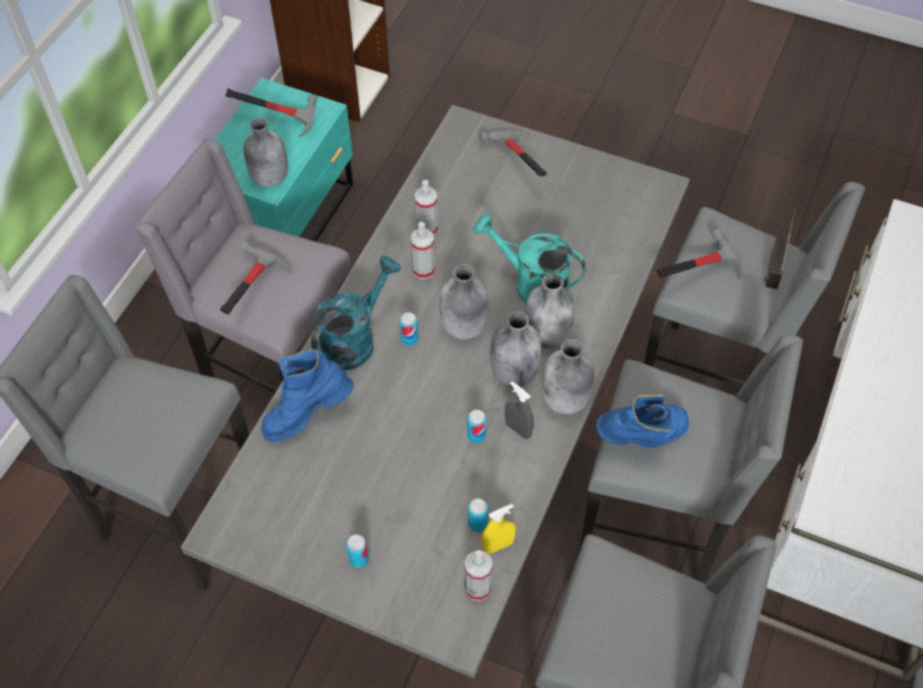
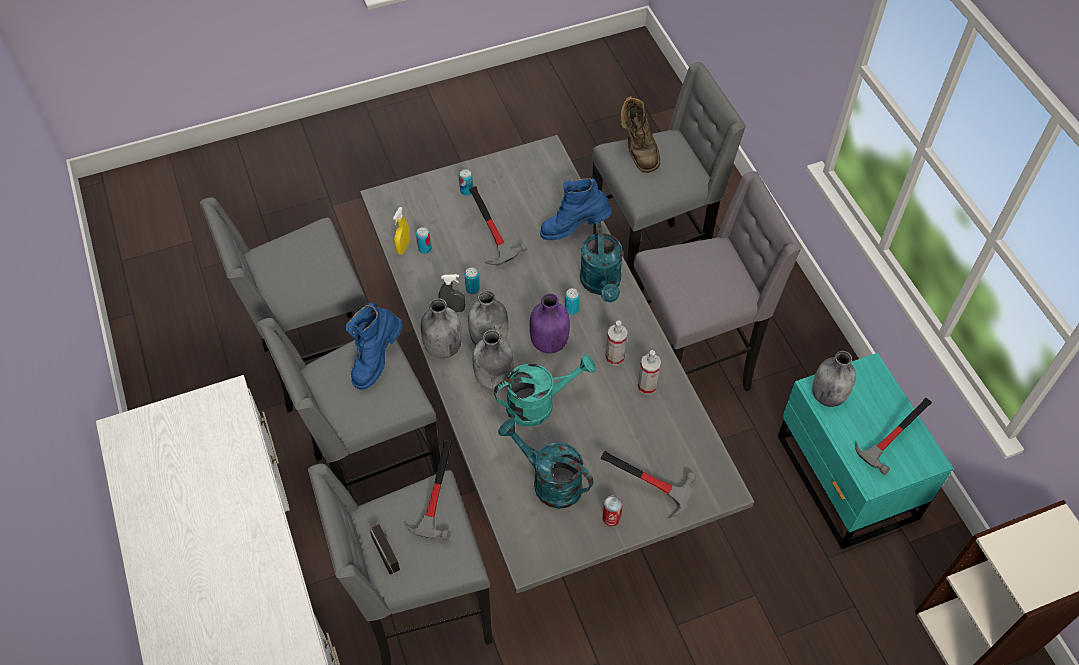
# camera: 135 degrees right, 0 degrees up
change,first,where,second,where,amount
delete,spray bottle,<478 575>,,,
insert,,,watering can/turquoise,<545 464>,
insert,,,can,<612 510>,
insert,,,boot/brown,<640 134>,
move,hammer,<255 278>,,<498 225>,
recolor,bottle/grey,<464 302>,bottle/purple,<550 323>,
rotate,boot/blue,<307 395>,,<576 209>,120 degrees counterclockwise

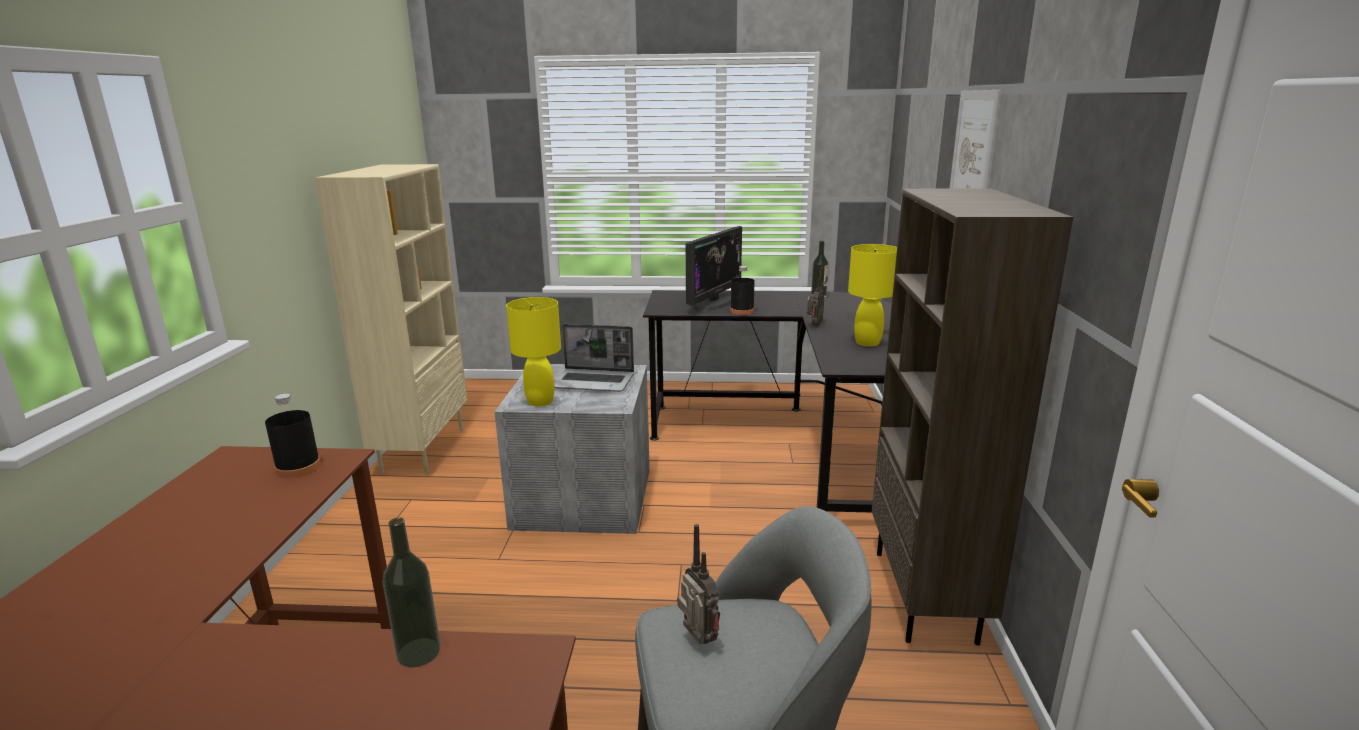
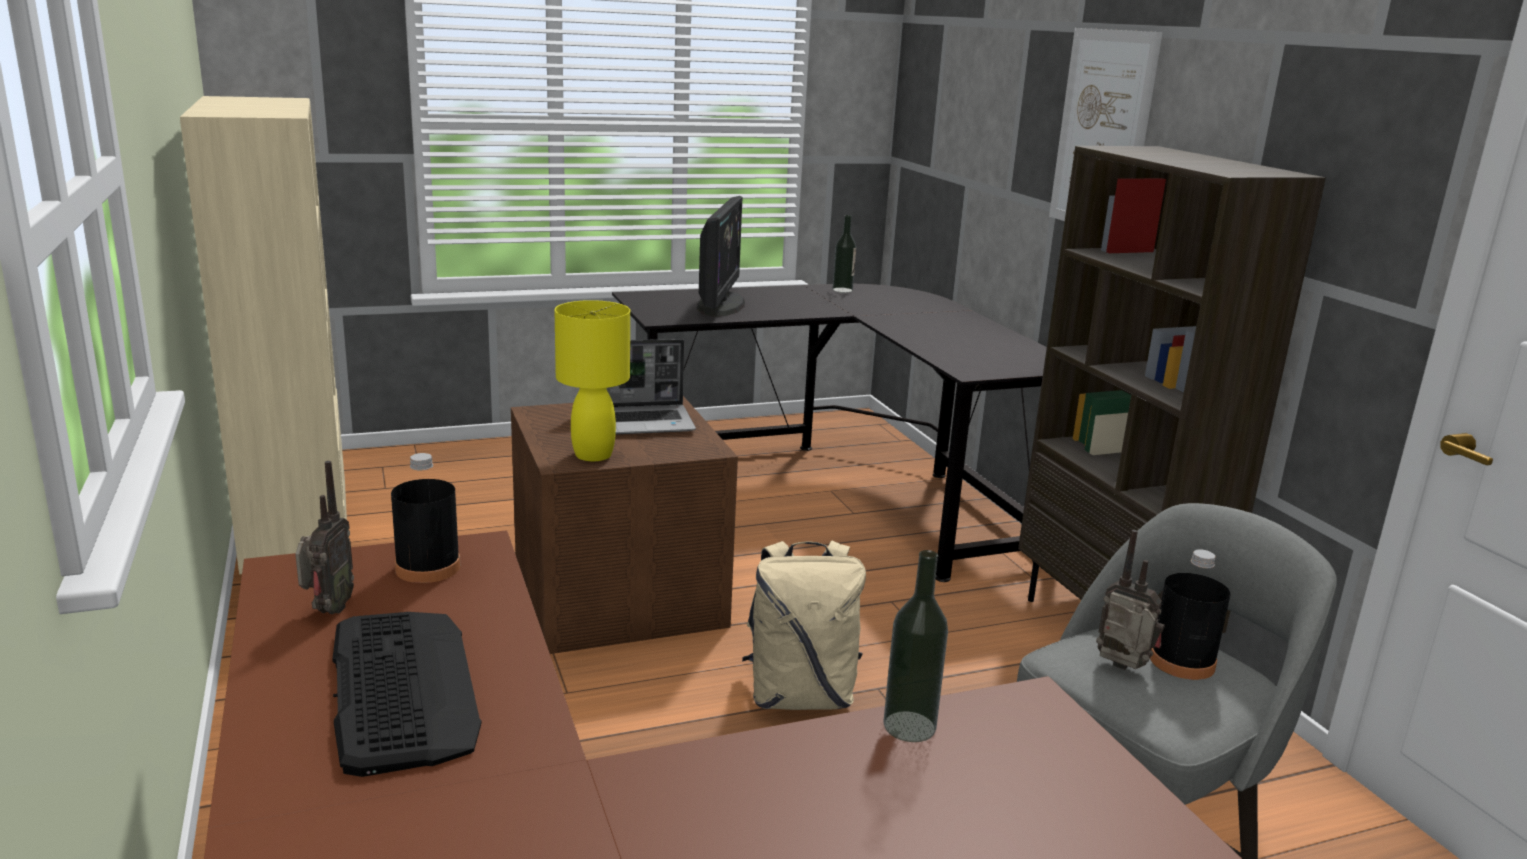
# camera: 25 degrees left, 0 degrees up
change,first,where,second,where,amount
delete,table lamp/yellow,<872 295>,,,
insert,,,keyboard,<407 694>,
insert,,,backpack/beige,<804 625>,
move,bottle/black,<742 290>,,<1190 614>,
move,radio,<816 296>,,<324 537>,
recolor,storage box/grey,<572 449>,storage box/brown,<624 525>,

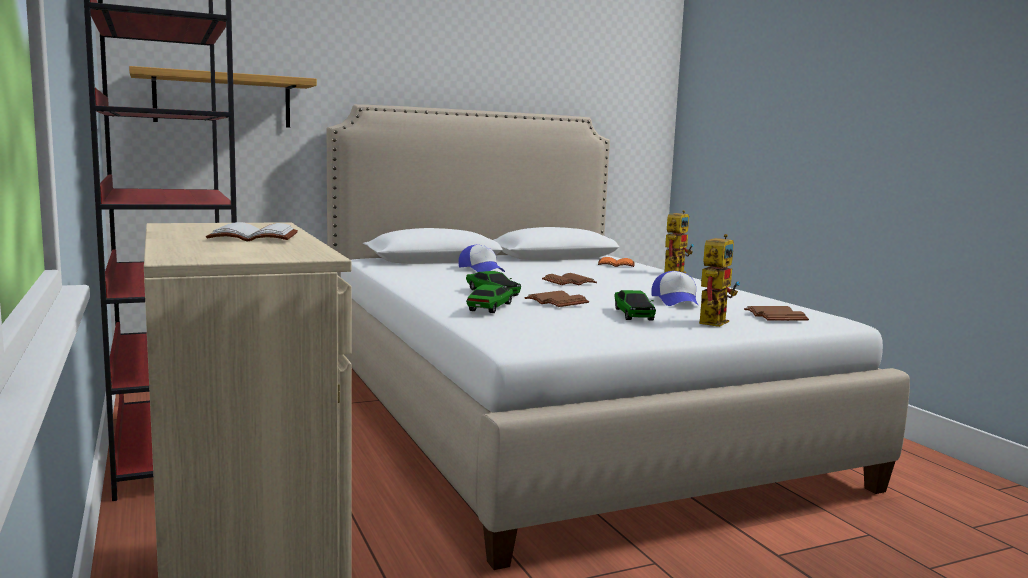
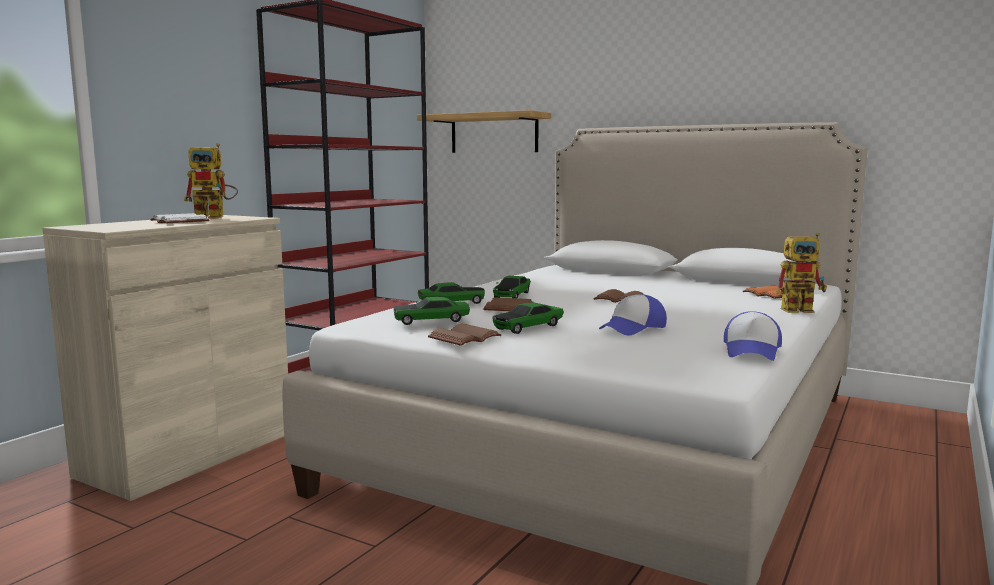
# camera: 55 degrees right, 0 degrees up
change,first,where,second,where,amount
insert,,,toy car,<431 311>,
move,cap,<481 258>,,<753 336>,
move,toy robot,<719 280>,,<211 181>,
move,book/brown,<776 313>,,<465 335>,

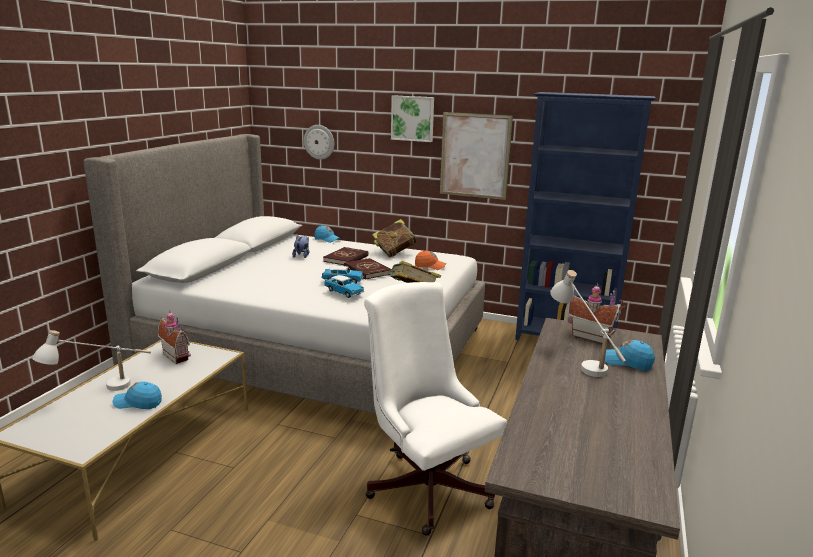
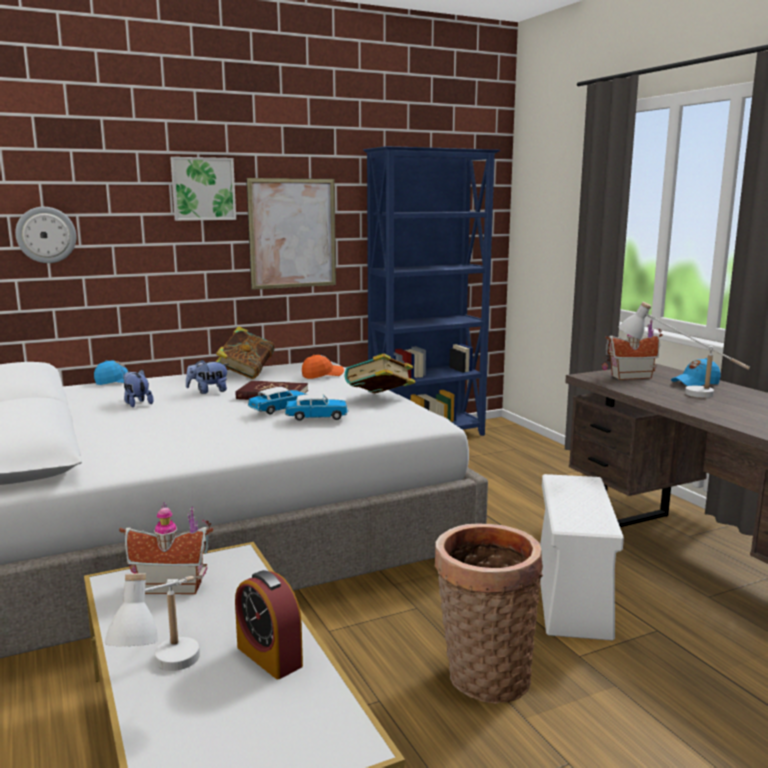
# camera: 45 degrees left, 5 degrees down
change,first,where,second,where,amount
insert,,,basket,<489 614>,
replace,cap/blue,<137 395>,alarm clock,<269 624>,
replace,book/red,<346 256>,plush toy,<207 377>,
replace,office chair/white,<435 409>,storage box/white,<582 557>,

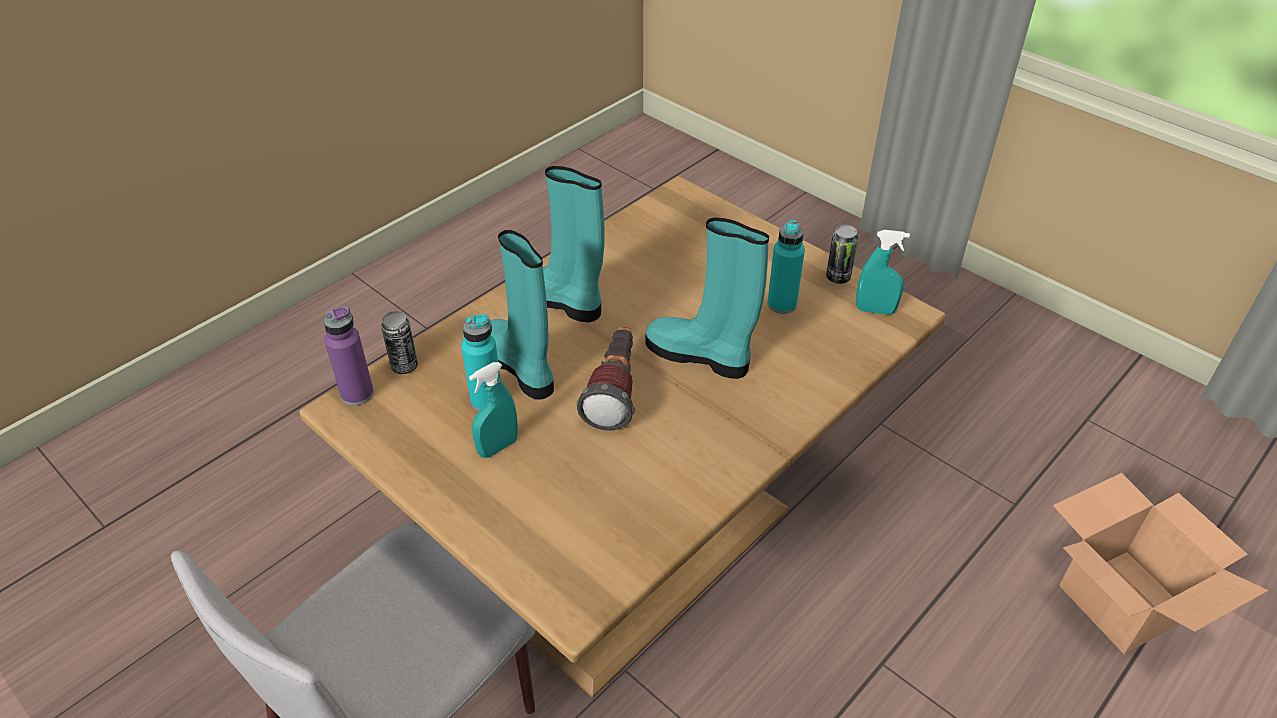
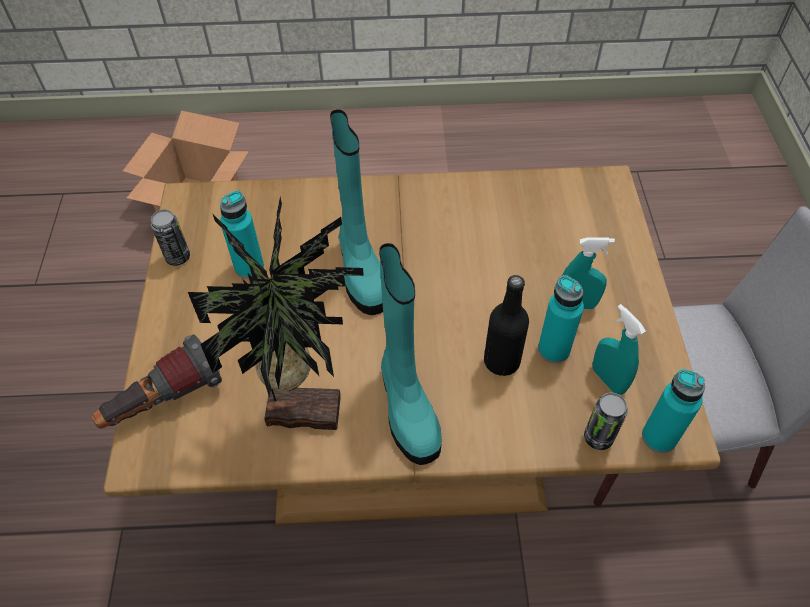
# camera: 135 degrees left, 10 degrees up
change,first,where,second,where,amount
insert,,,potted plant,<276 313>,
move,flashlight,<605 378>,,<157 382>,
move,spray bottle/turquoise,<883 272>,,<619 349>,
replace,boot/turquoise,<522 315>,bottle/black,<506 325>,
recolor,bottle/purple,<349 356>,bottle/turquoise,<673 411>,

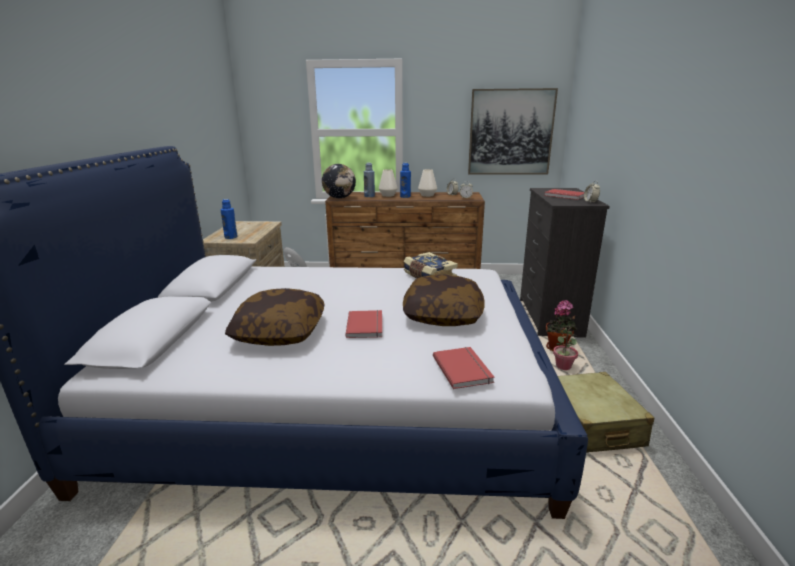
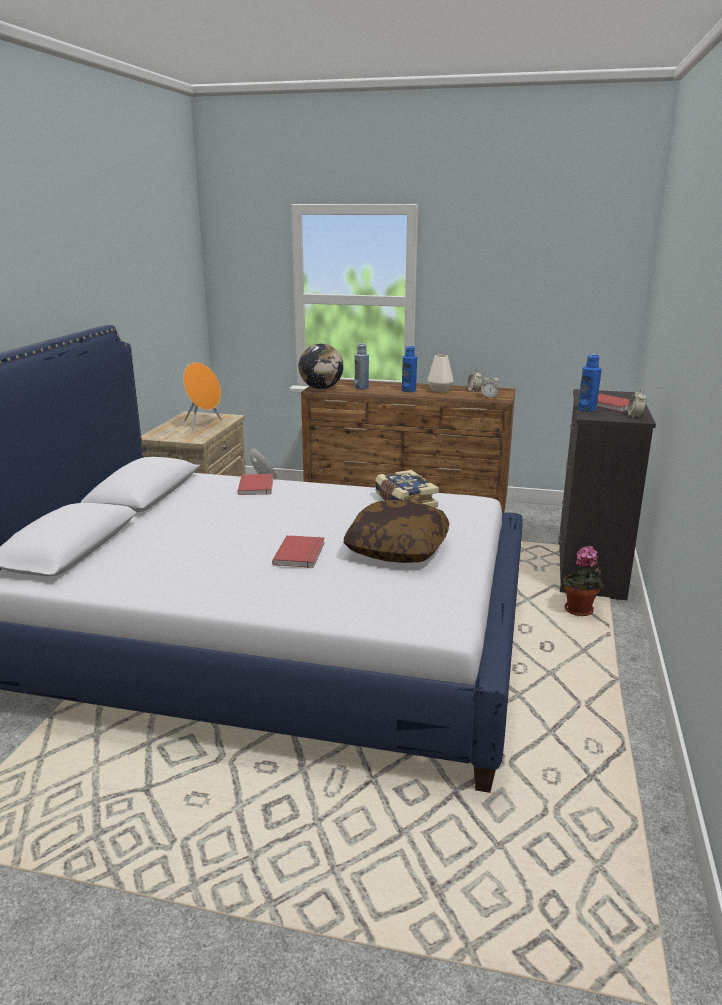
# camera: 10 degrees right, 0 degrees up
change,first,where,second,where,amount
delete,pillow,<275 317>,,,
delete,vase/white,<388 183>,,,
delete,picture,<513 131>,,,
delete,potted plant,<565 348>,,,
delete,suitcase/beige,<606 412>,,,
insert,,,speaker/orange,<202 396>,
move,bottle/blue,<229 219>,,<589 383>,
move,book/red,<464 368>,,<255 484>,

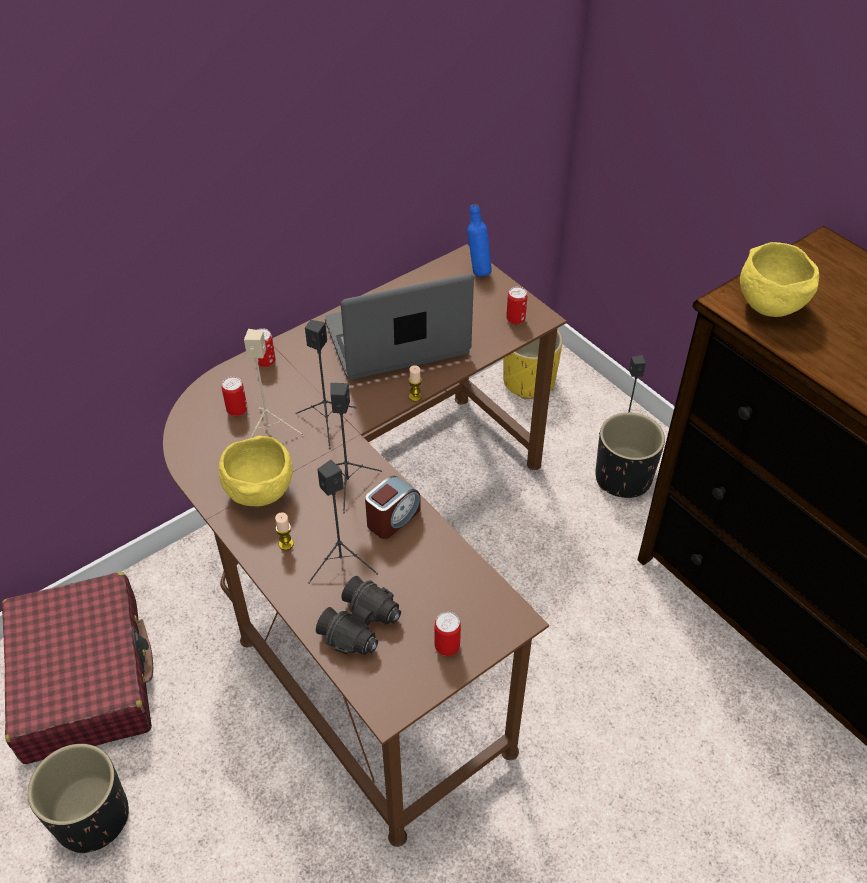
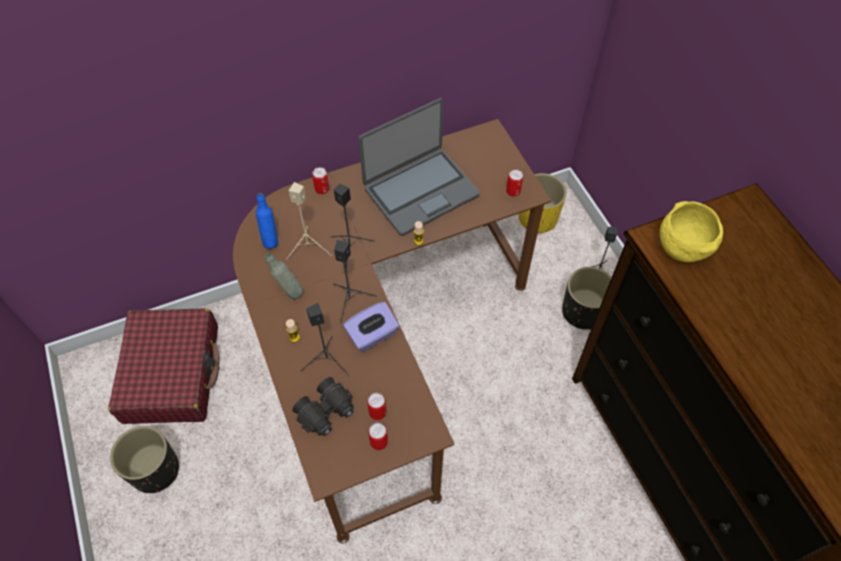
# camera: 15 degrees right, 10 degrees up
change,first,where,second,where,amount
move,can,<234 396>,,<376 406>,
move,bottle/blue,<479 240>,,<267 221>,
replace,bowl/yellow,<255 471>,bottle/grey,<284 276>,
replace,alarm clock,<393 507>,tissue box/purple,<371 327>,
rotate,laptop,<399 327>,,<419 167>,150 degrees clockwise

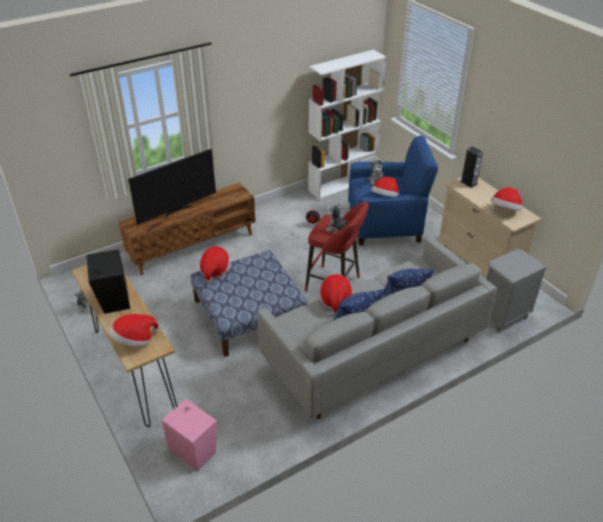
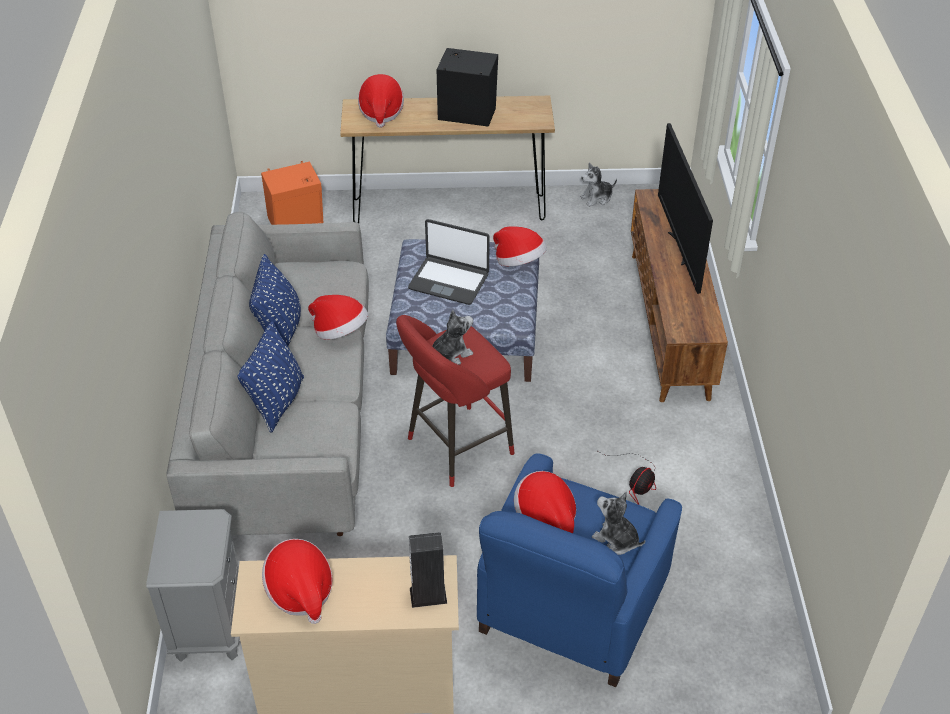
# camera: 120 degrees right, 5 degrees up
change,first,where,second,where,amount
delete,bookcase/white,<347 124>,,,
insert,,,laptop,<449 262>,
recolor,speaker/pink,<189 435>,speaker/orange,<292 193>,

